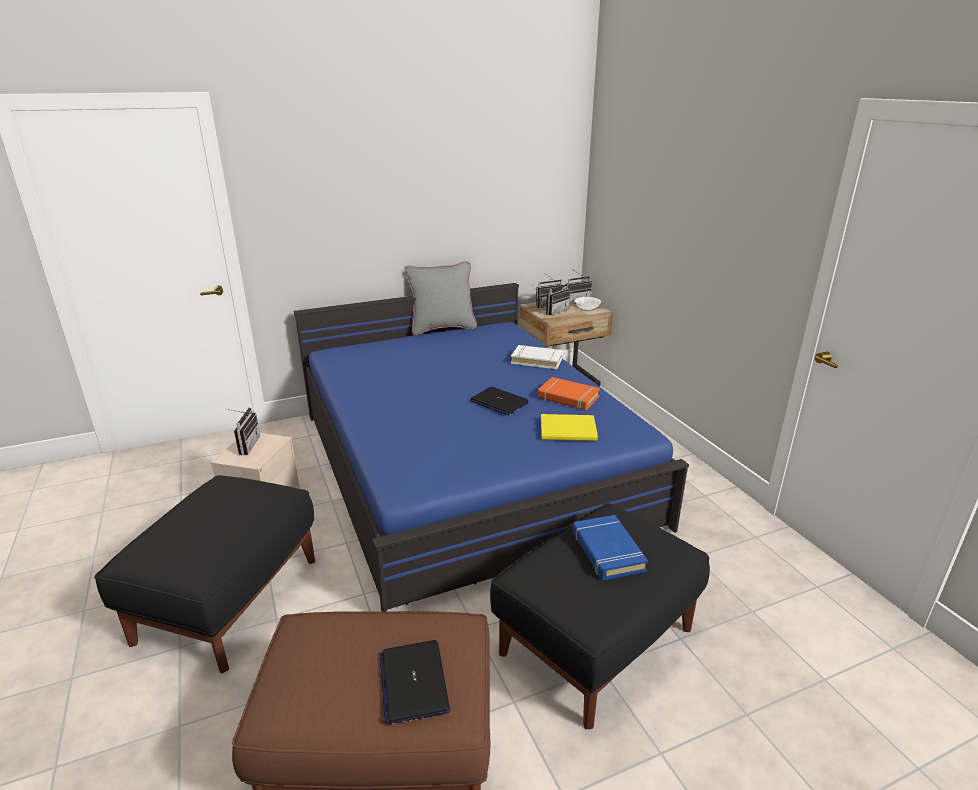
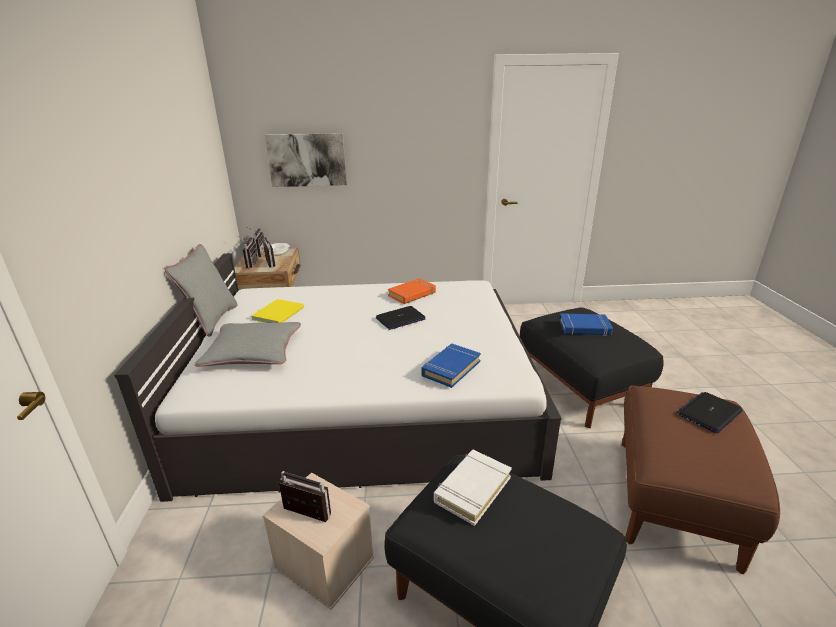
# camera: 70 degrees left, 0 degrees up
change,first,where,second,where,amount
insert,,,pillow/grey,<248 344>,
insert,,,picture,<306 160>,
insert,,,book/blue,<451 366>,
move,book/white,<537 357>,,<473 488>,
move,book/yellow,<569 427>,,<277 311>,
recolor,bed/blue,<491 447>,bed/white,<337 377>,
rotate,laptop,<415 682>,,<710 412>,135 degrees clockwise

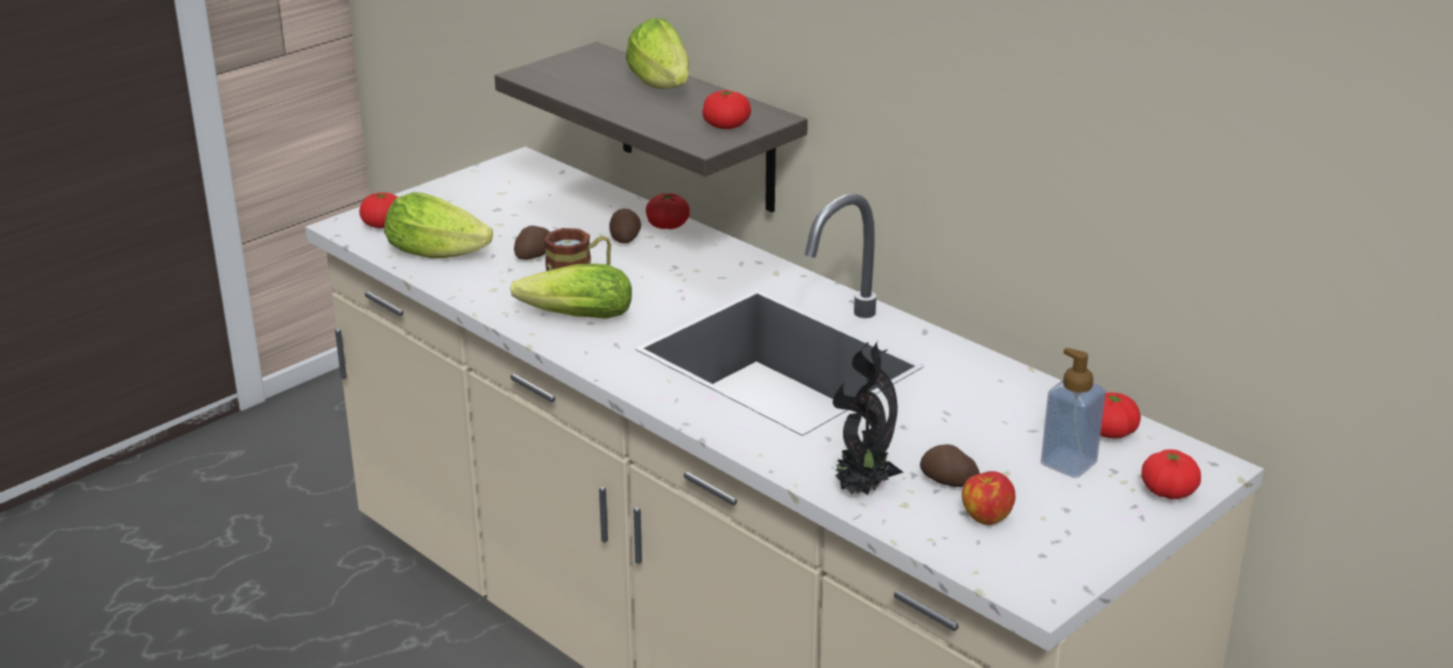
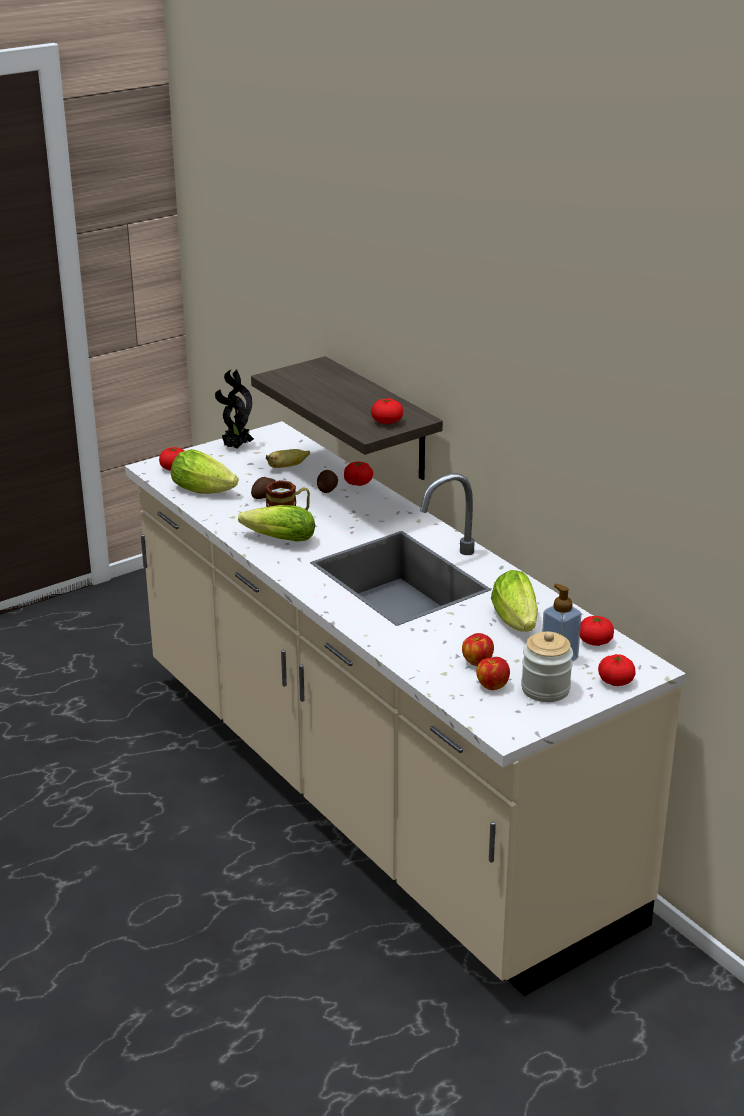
# camera: 10 degrees right, 0 degrees up
change,first,where,second,where,amount
insert,,,banana,<288 458>,
insert,,,jar,<547 667>,
move,lettuce,<657 53>,,<514 601>,
move,potted plant,<867 418>,,<234 409>,
replace,potato,<950 465>,apple,<478 649>,

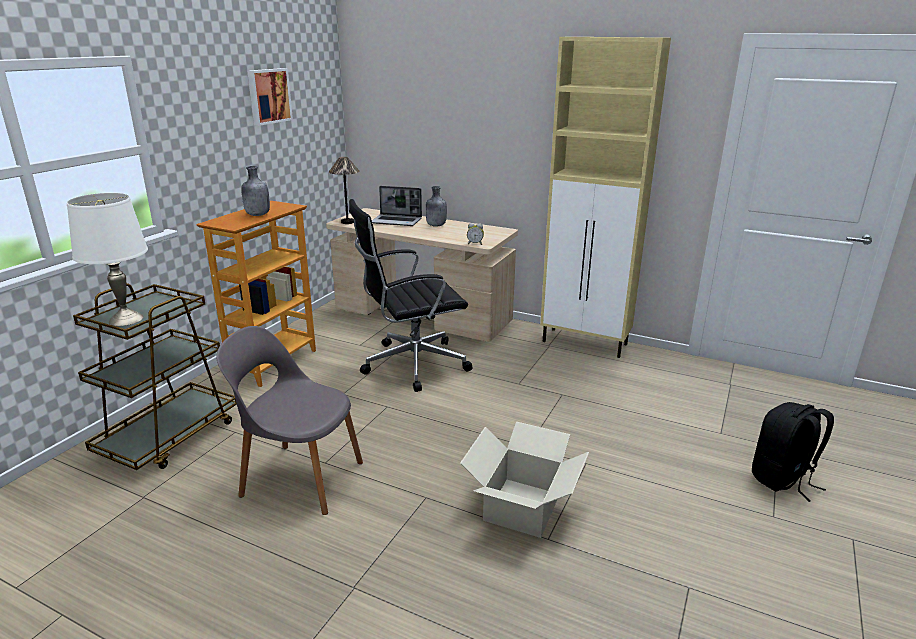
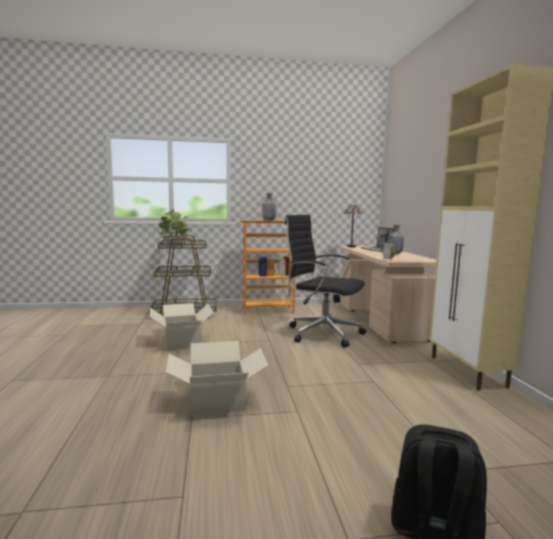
# camera: 55 degrees right, 15 degrees down
change,first,where,second,where,amount
delete,picture,<270 97>,,,
replace,table lamp/white,<107 259>,potted plant,<174 227>,
replace,chair/grey,<289 420>,cardboard box,<182 326>,

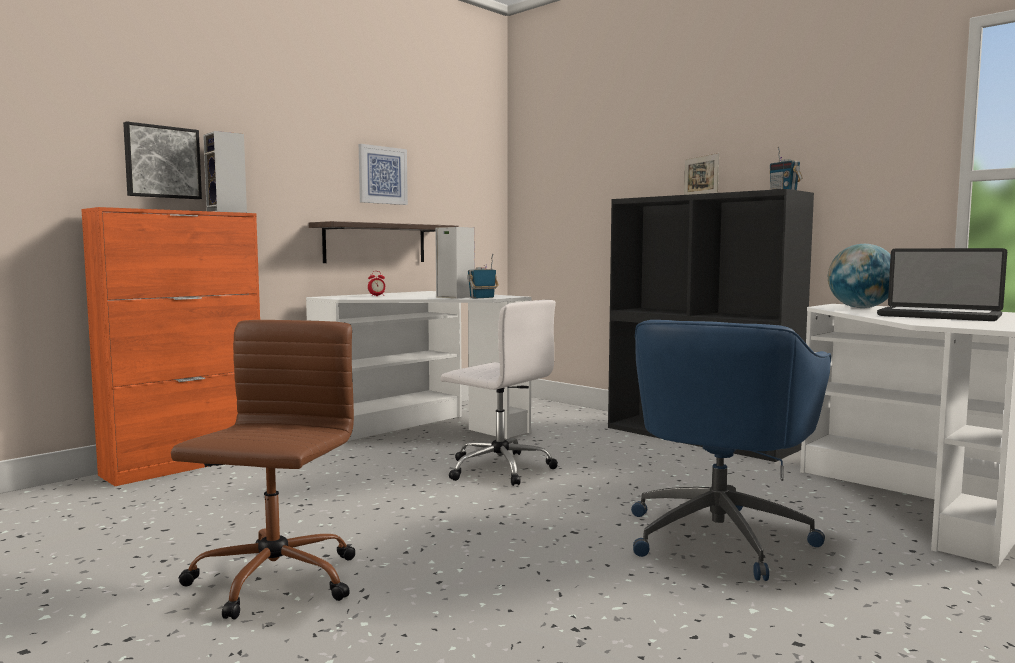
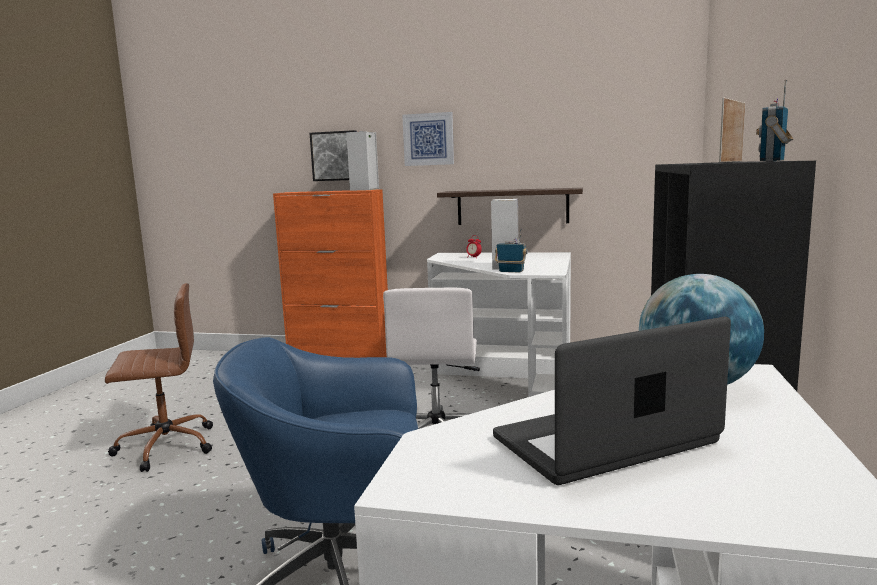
# camera: 60 degrees right, 5 degrees up
change,first,where,second,where,amount
move,picture,<383 174>,,<428 139>,
rotate,laptop,<942 284>,,<612 401>,60 degrees clockwise

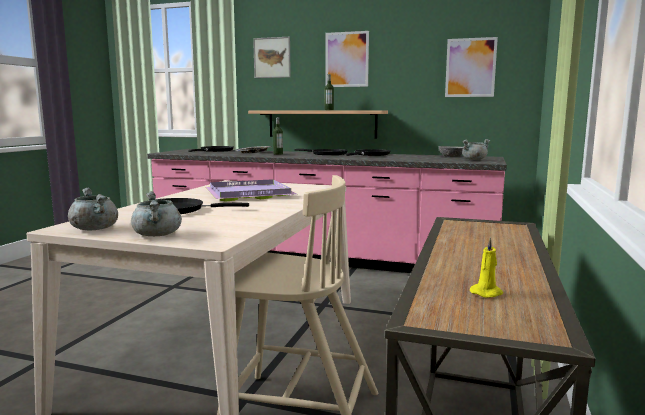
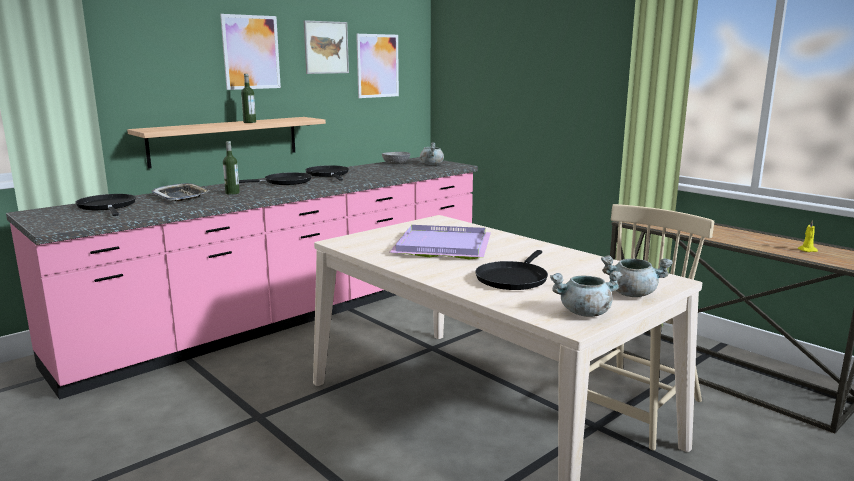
# camera: 60 degrees left, 5 degrees up
change,first,where,second,where,amount
move,picture,<272 57>,,<326 47>,

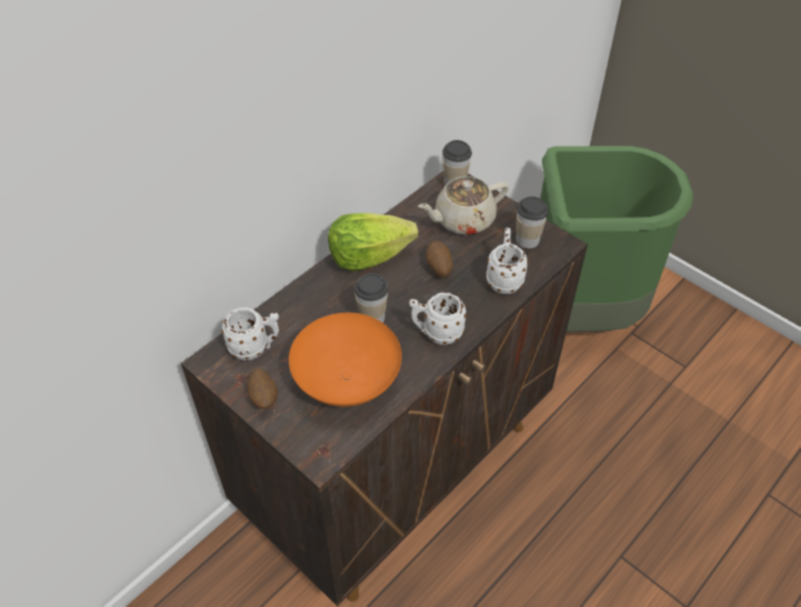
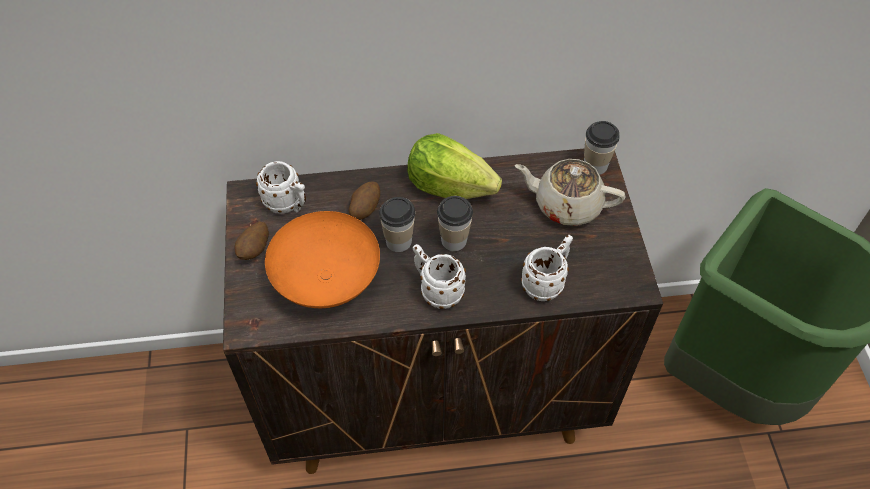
# camera: 40 degrees right, 5 degrees up
change,first,where,second,where,amount
move,potato,<439 259>,,<364 201>,
move,cup,<532 222>,,<455 223>,

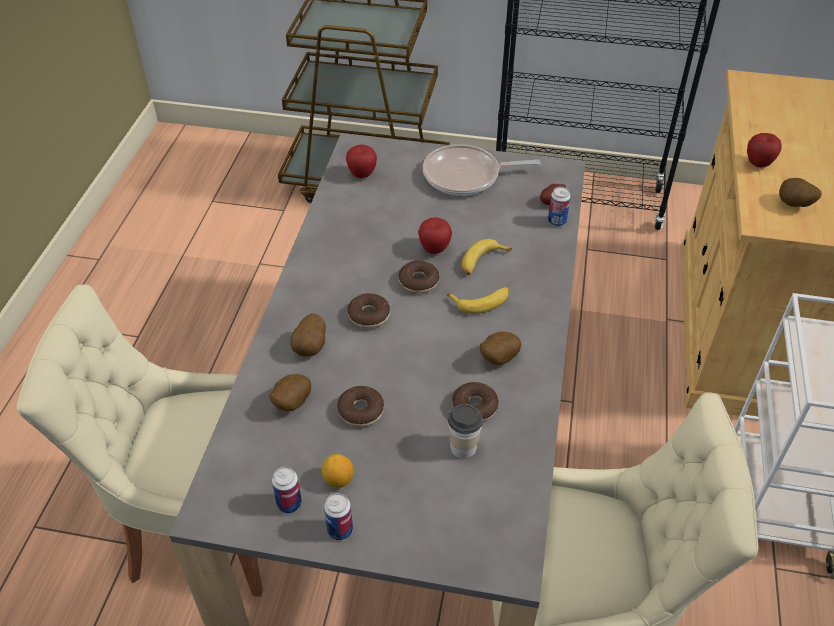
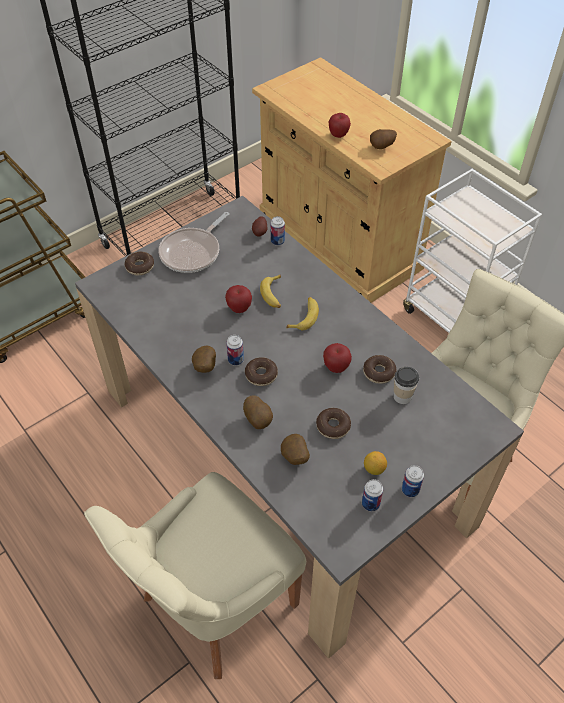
# camera: 50 degrees left, 5 degrees up
change,first,where,second,where,amount
insert,,,can,<235 350>,
move,apple,<361 161>,,<337 358>,
move,donut,<419 276>,,<139 263>,
move,potato,<500 348>,,<204 359>,

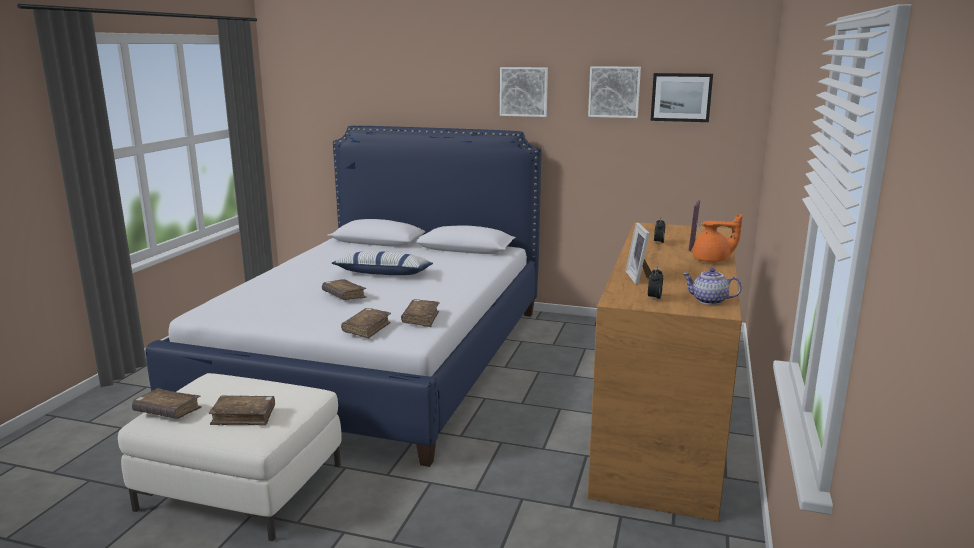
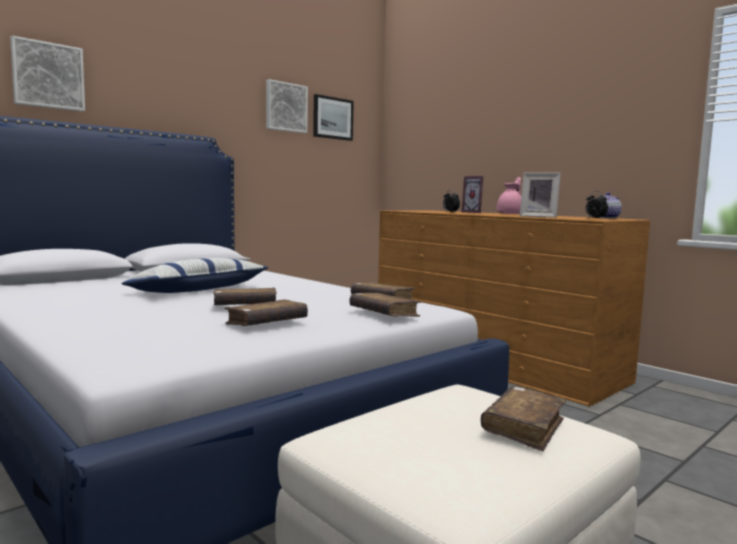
# camera: 60 degrees left, 10 degrees down
change,first,where,second,where,amount
move,book/brown,<167 403>,,<266 312>,
move,picture,<524 92>,,<47 74>,
recolor,teapot/orange,<717 238>,teapot/pink,<509 195>,

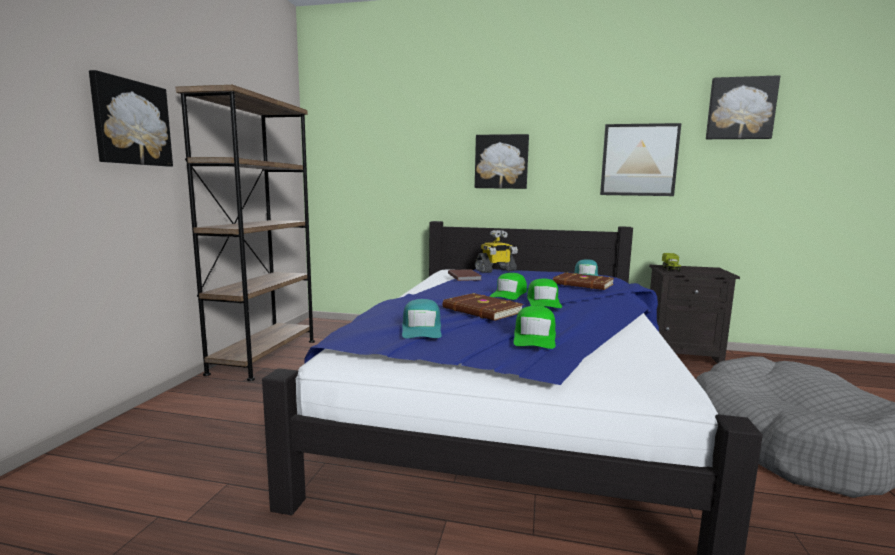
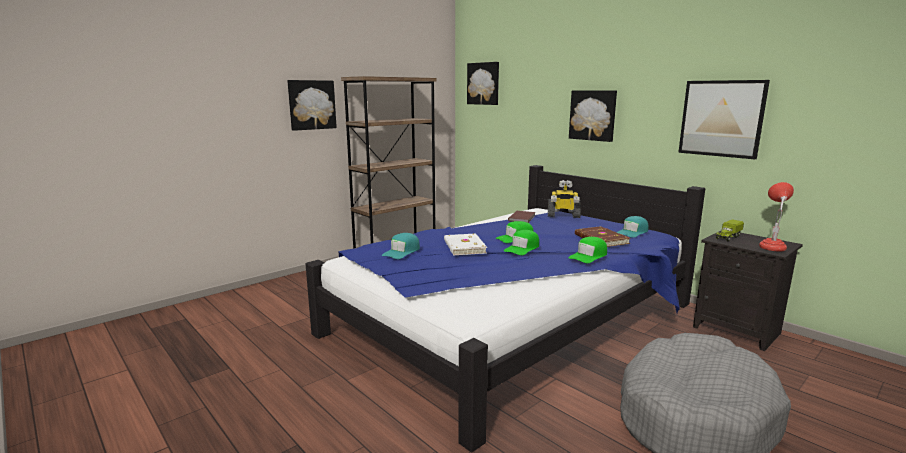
# camera: 35 degrees right, 5 degrees up
change,first,where,second,where,amount
insert,,,table lamp/red,<776 216>,
move,cap/green,<534 327>,,<587 250>,
move,picture,<743 107>,,<483 83>,
recolor,book/brown,<483 307>,book/white,<465 244>,

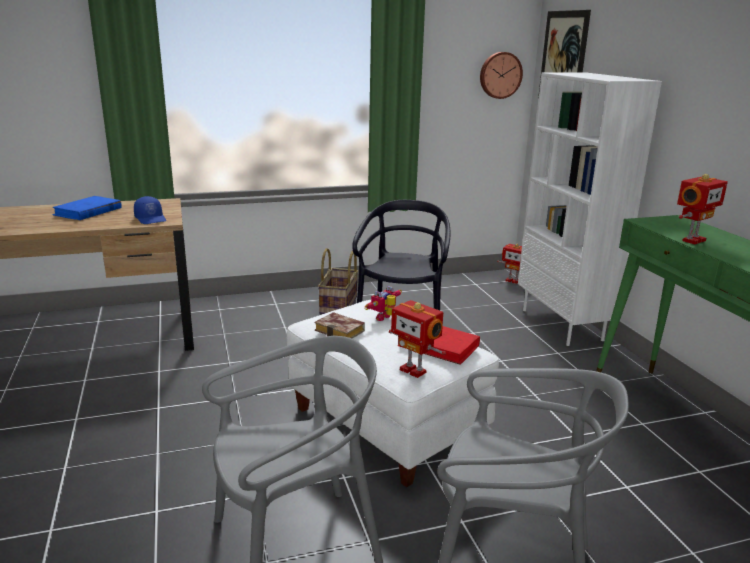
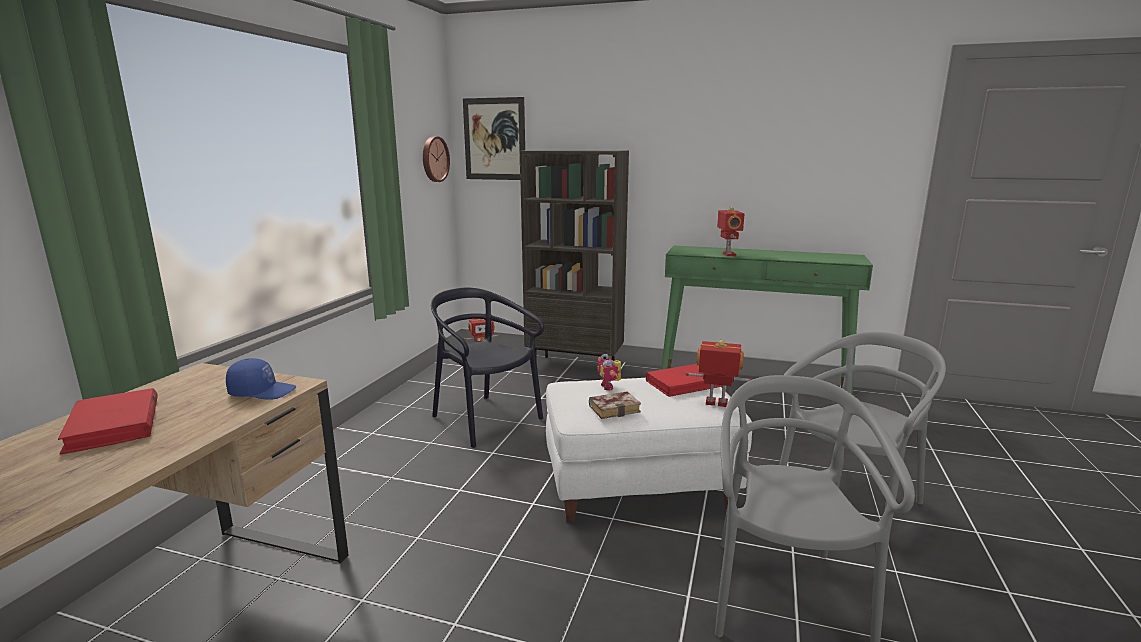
# camera: 55 degrees left, 5 degrees down
change,first,where,second,where,amount
delete,basket,<338 281>,,,
recolor,book/blue,<87 208>,book/red,<108 421>,
recolor,bookcase/white,<590 209>,bookcase/brown,<574 256>,
rotate,toy robot,<417 339>,,<719 373>,150 degrees counterclockwise

